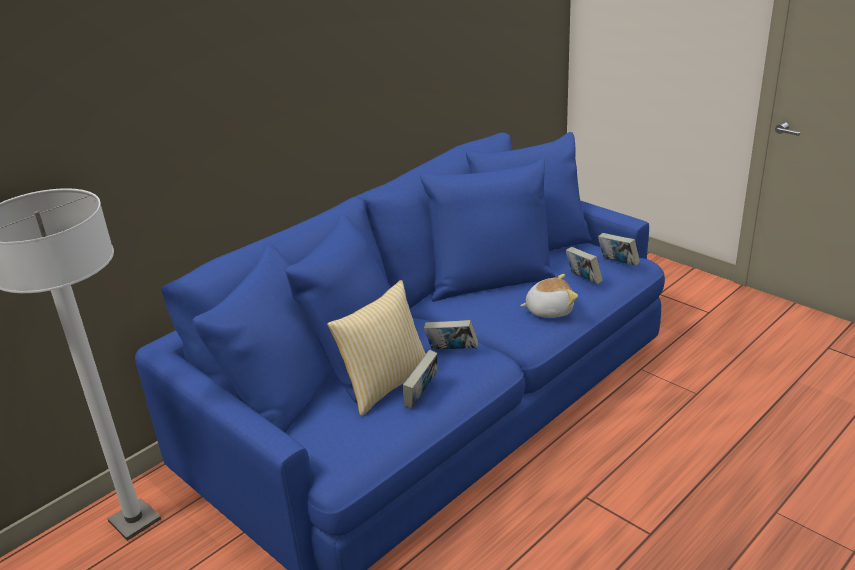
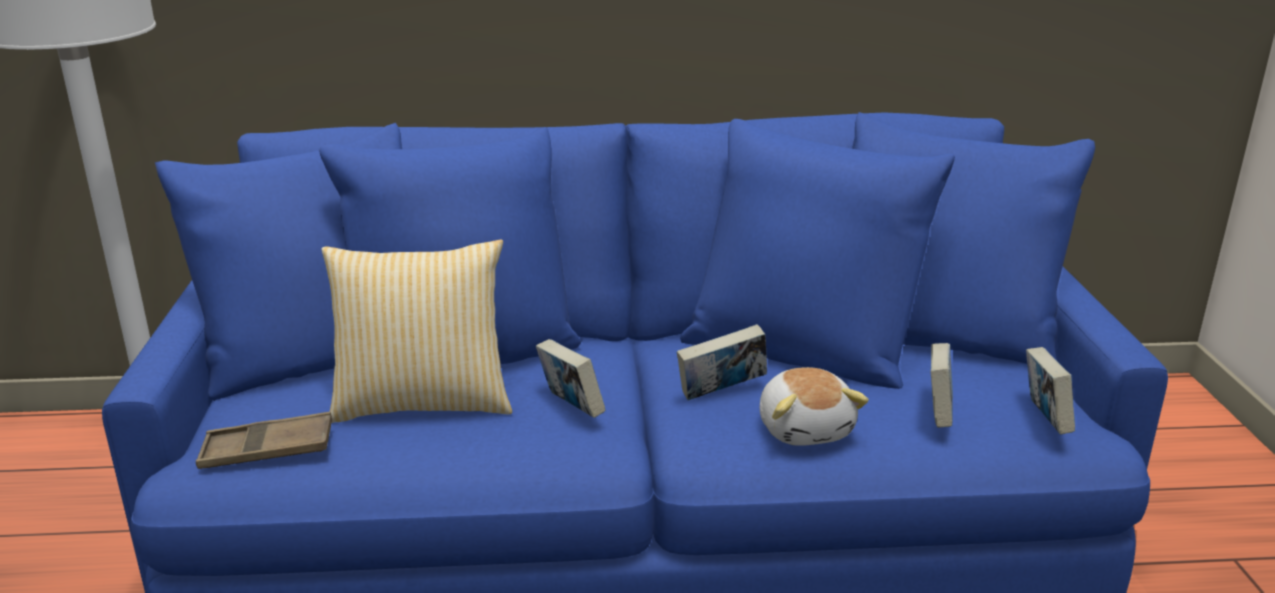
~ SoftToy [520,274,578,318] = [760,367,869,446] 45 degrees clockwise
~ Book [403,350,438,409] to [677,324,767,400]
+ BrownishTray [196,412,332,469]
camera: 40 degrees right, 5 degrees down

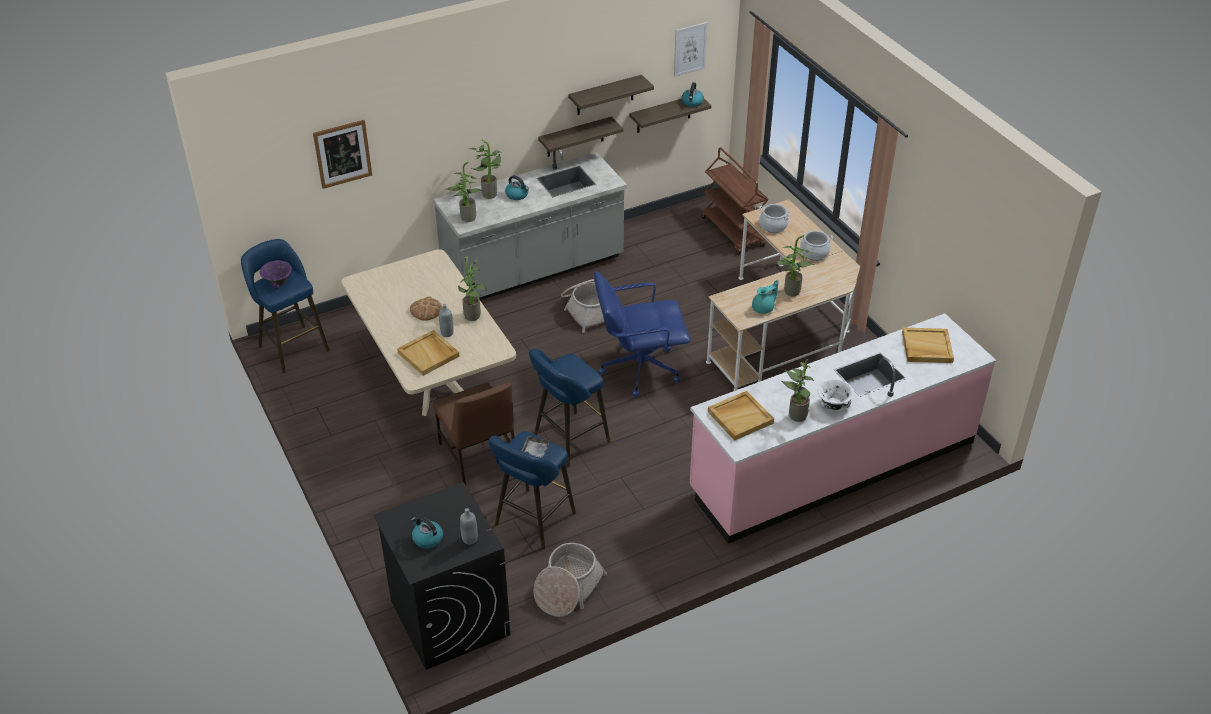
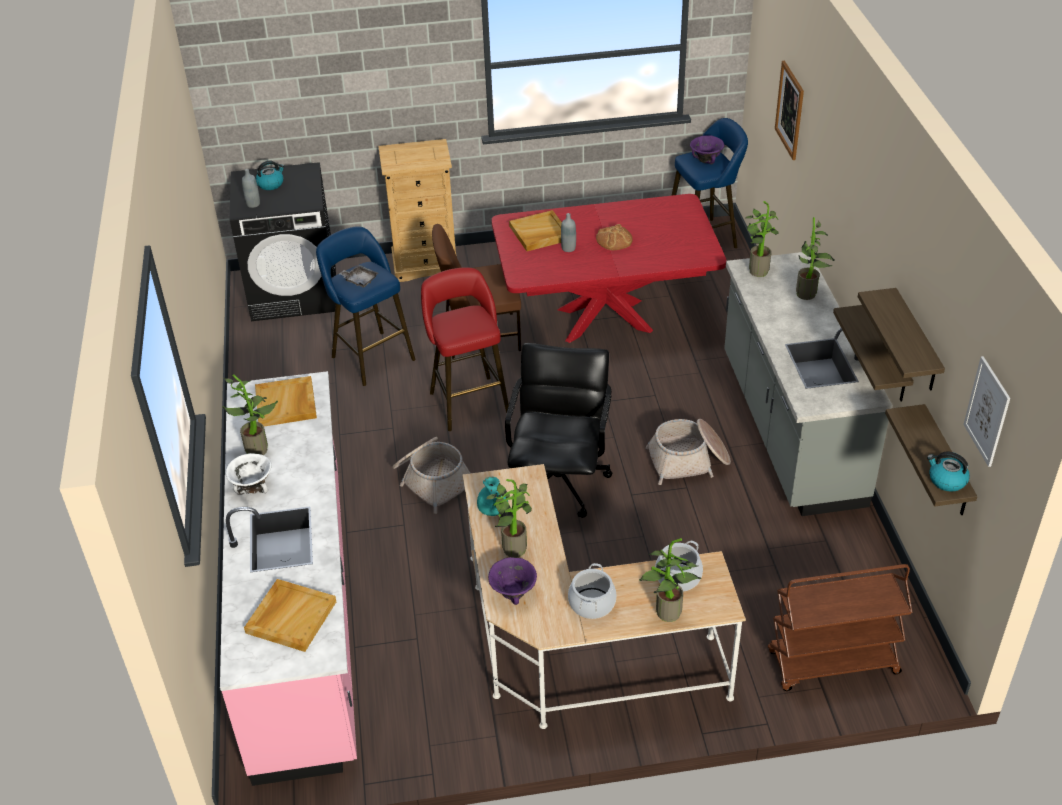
- WaterKettle [505,175,529,200]
~ BeigeColouredDinnerTable [341,249,516,416] to RedDinnerTable [492,194,727,343]
~ PlantInAPot [458,256,488,321] to [639,538,701,622]
~ BluishOfficeChair [594,271,690,397] to BlackOfficeChair [505,343,612,518]
~ BluishStoolSeat [529,348,611,467] to RedStoolSeat [421,267,509,431]
~ Basket [534,543,607,617] to [392,437,470,514]
+ BeigeColouredDresser [378,139,457,282]
+ PurpleColouredDeepDish [488,557,537,605]
camera: 110 degrees right, 0 degrees up

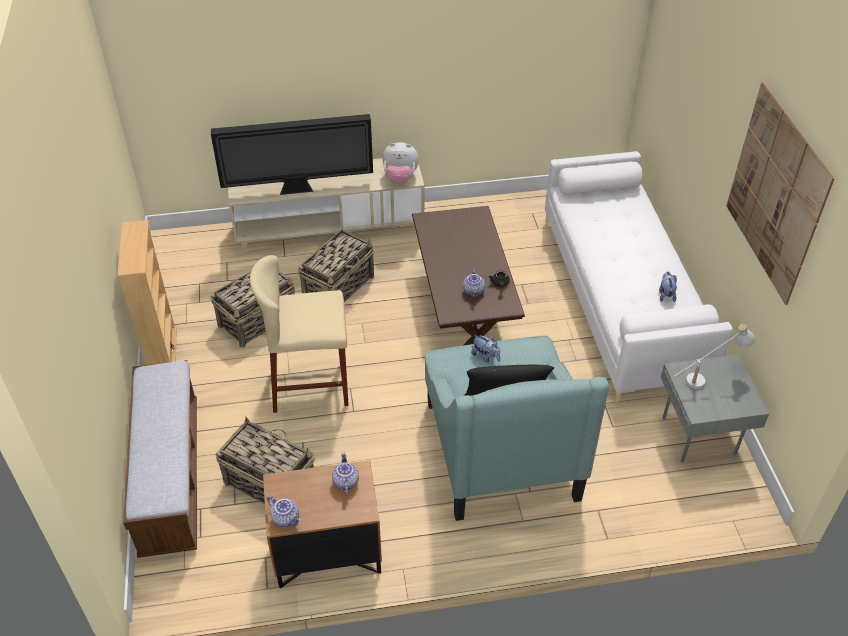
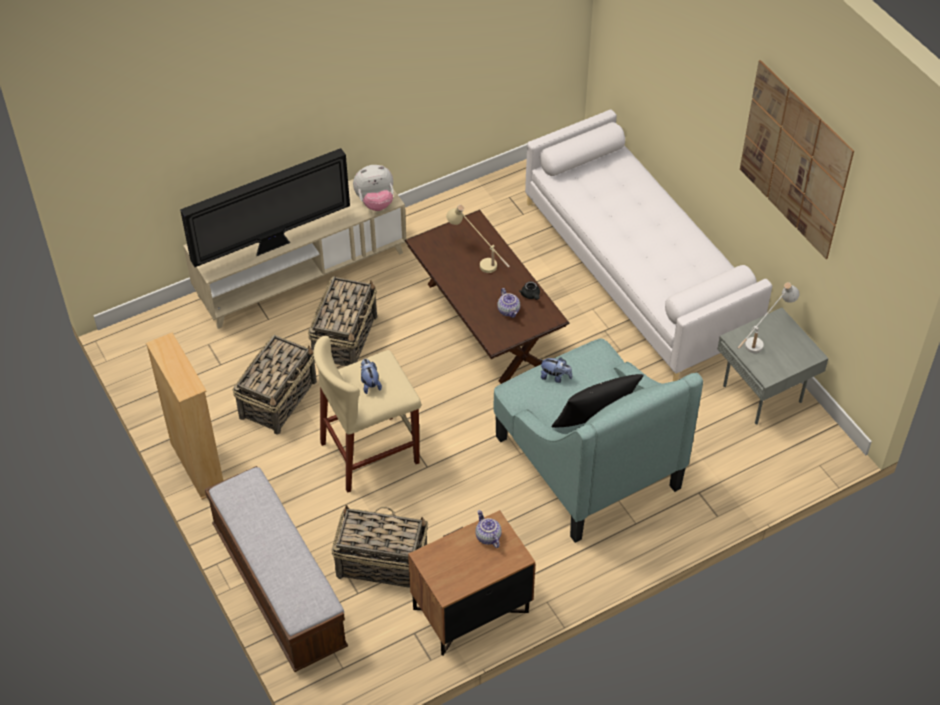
~ SoftToy [659,271,677,302] to [361,359,382,394]
- Teapot [267,496,301,527]
+ BeigeColouredTabletopLamp [446,205,510,273]
camera: 20 degrees left, 5 degrees up

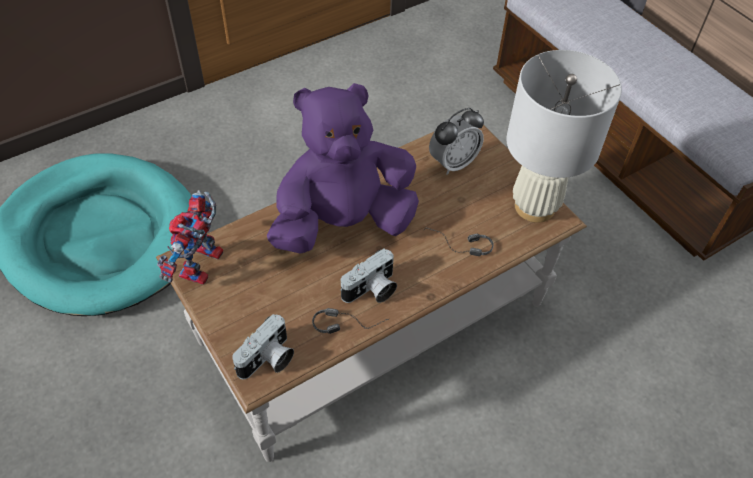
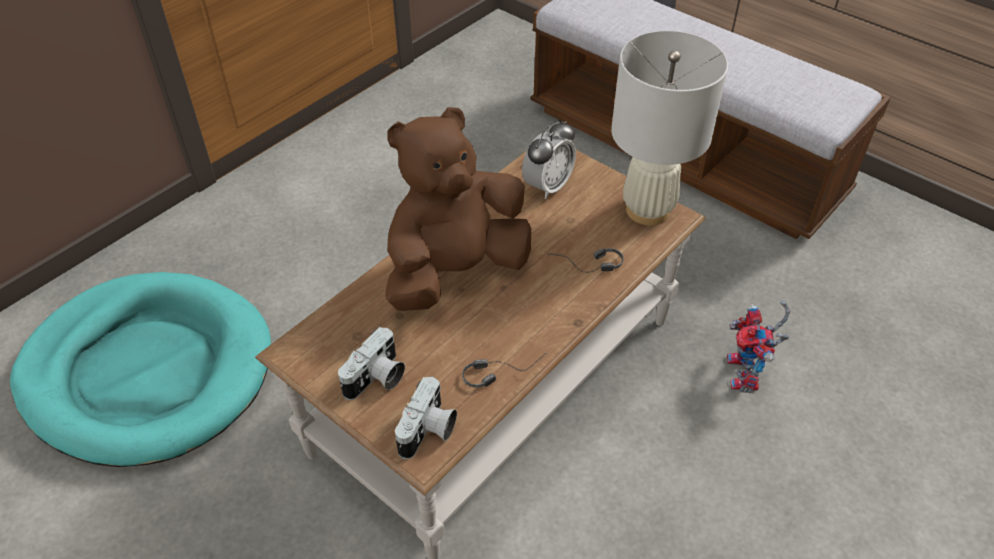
~ PurpleColouredSoftToy [267,83,419,254] to BrownishSoftToy [385,107,531,311]
~ RobotFigure [157,190,223,285] to [727,301,790,393]
~ PhotoCamera [340,248,397,303] to [338,327,405,400]
camera: 15 degrees left, 5 degrees down

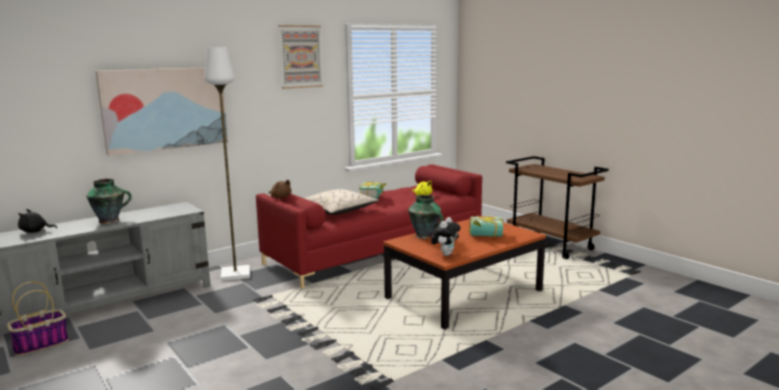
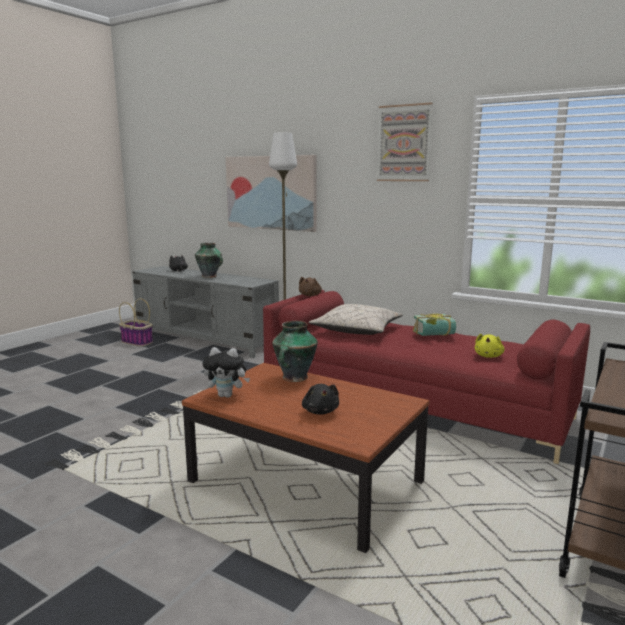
~ Book [469,216,503,237] to BlackSoftToy [302,384,339,415]
camera: 70 degrees right, 0 degrees up

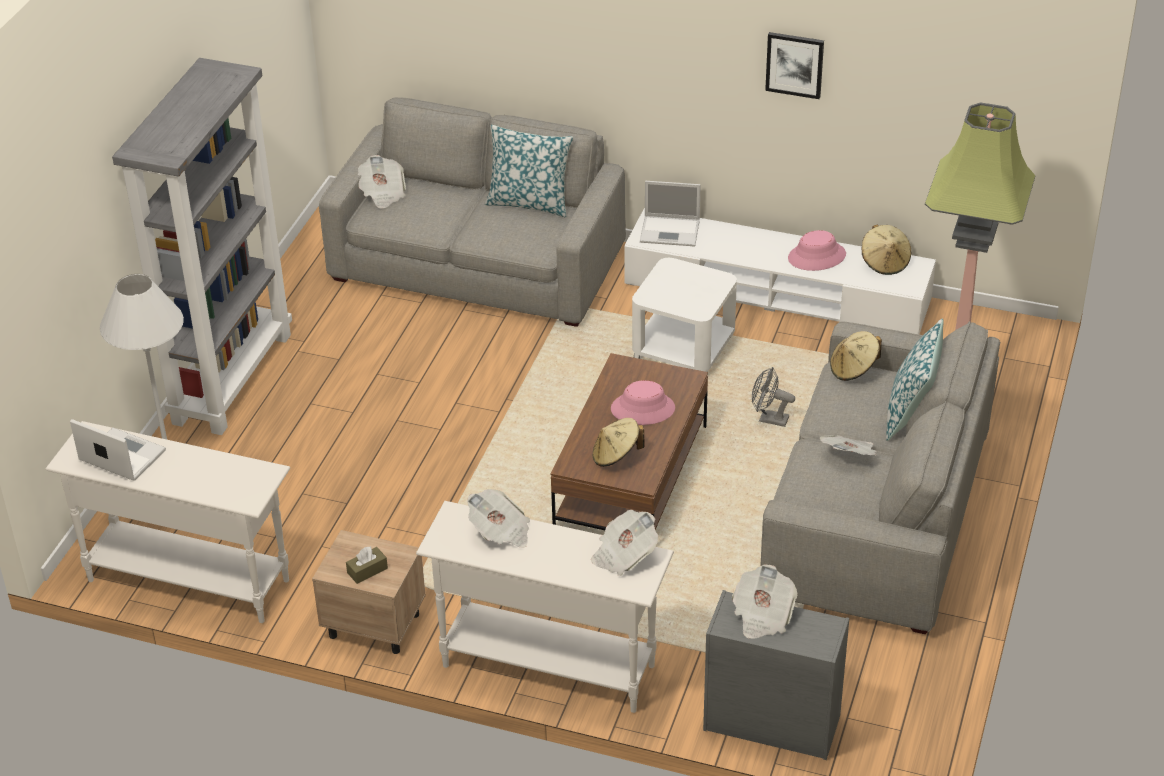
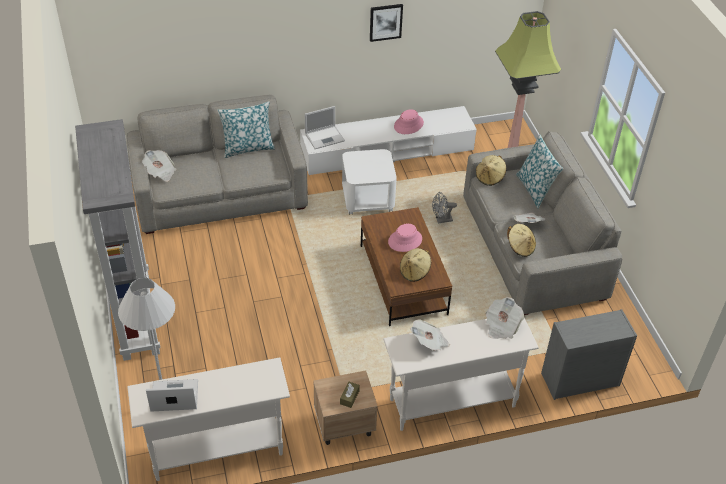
~ BeigeColouredHat [862,225,911,275] to [507,224,536,257]
- DailyPaper [732,565,798,639]
camera: 35 degrees left, 5 degrees up

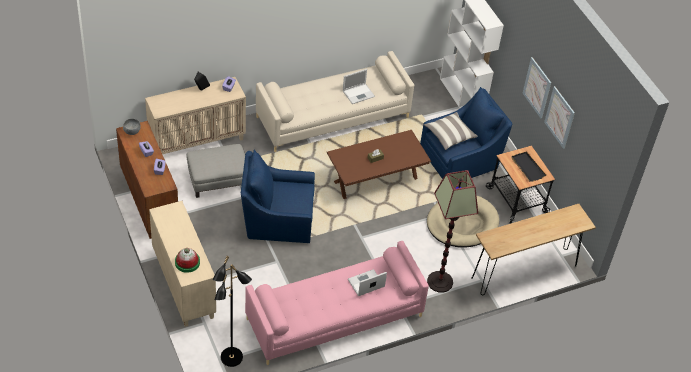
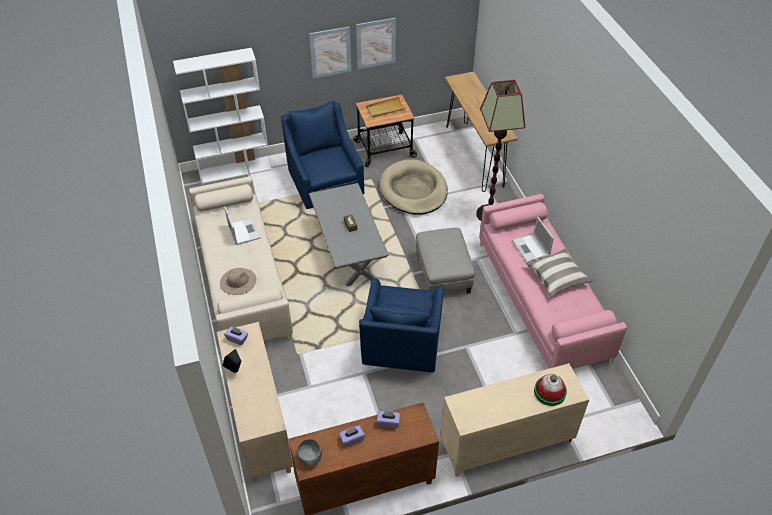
~ ThrowPillow [424,112,478,150] to [525,248,593,297]
~ BrownishCoffeeTable [326,130,431,199] to GrayCoffeeTable [309,183,389,286]
~ GrayPouffe [186,144,245,198] to [416,228,475,294]
~ BlackTray [511,151,546,182] to BeigeColouredTray [366,97,406,118]
- BlackStandingLamp [213,256,252,367]
+ BeigeColouredHat [220,268,256,295]
camera: 80 degrees left, 0 degrees up

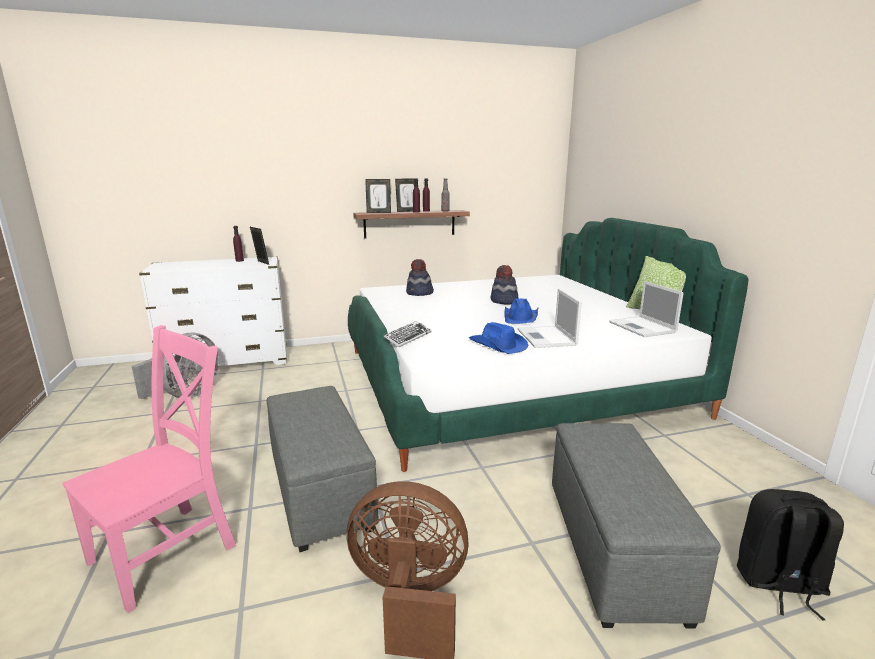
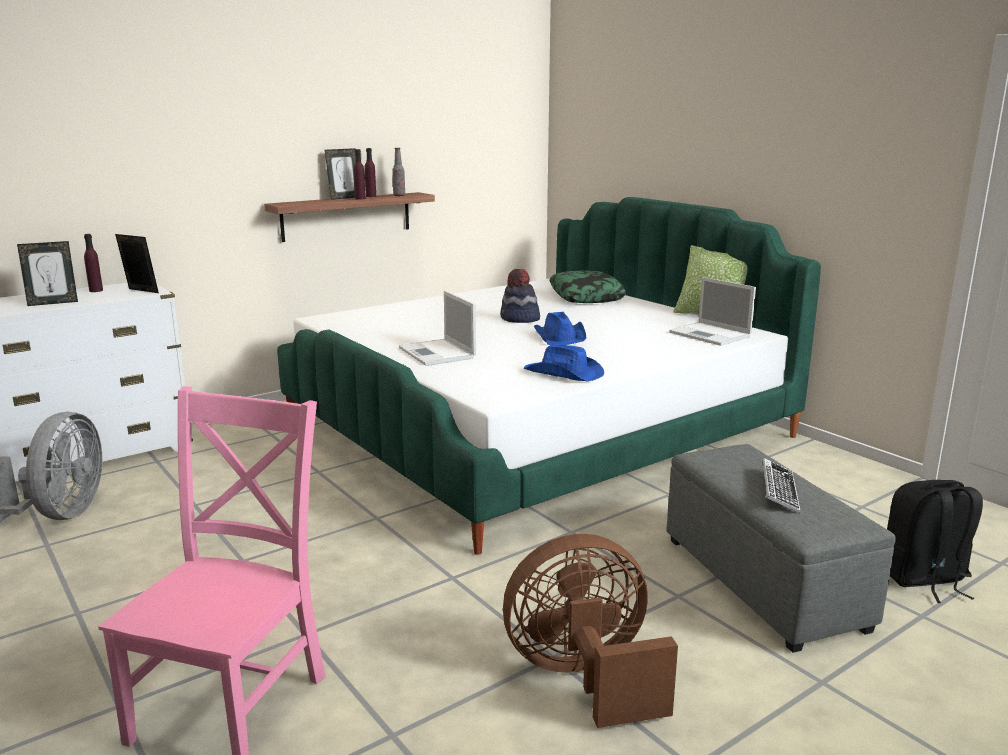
~ PhotoFrame [365,179,391,213] to [17,241,78,306]
- Hat [406,259,434,296]
~ NotebookComputer [518,289,582,348] to [399,291,476,366]
~ Keyboard [384,321,431,347] to [761,458,800,513]
- GrayPouffe [267,386,379,552]
+ ThrowPillow [549,270,626,303]
camera: 20 degrees left, 0 degrees up

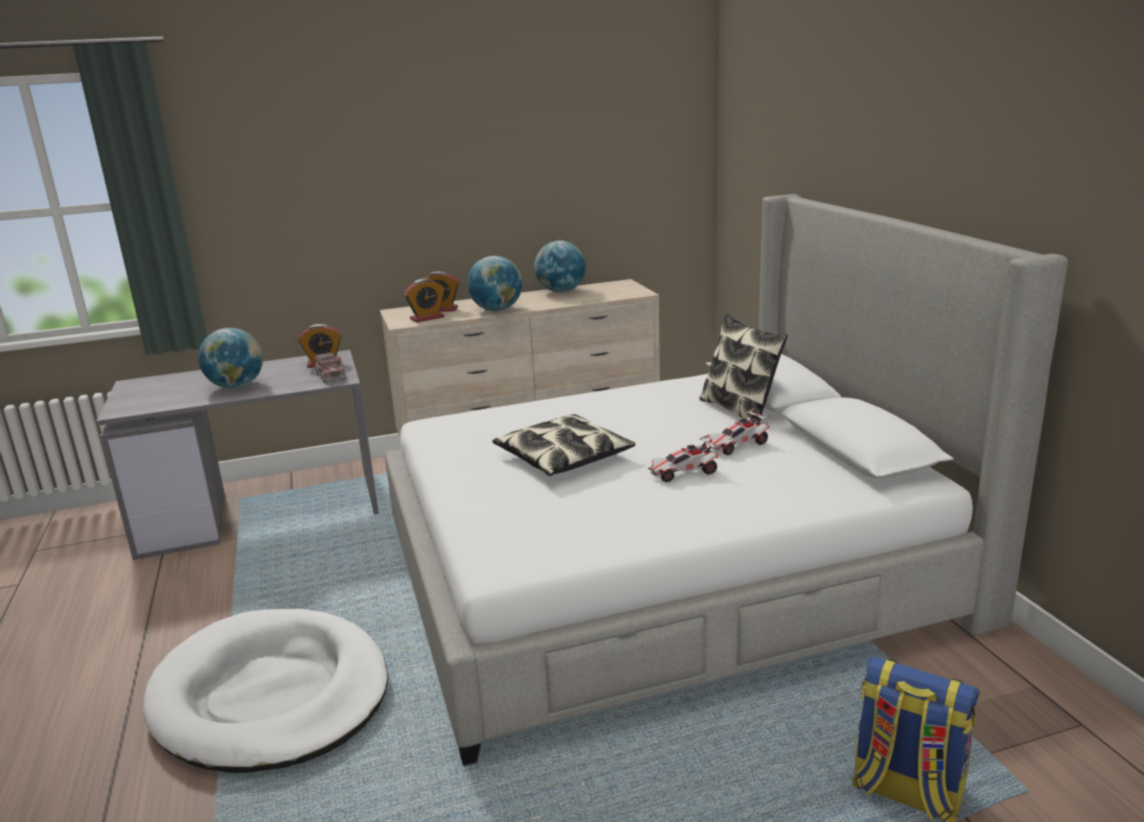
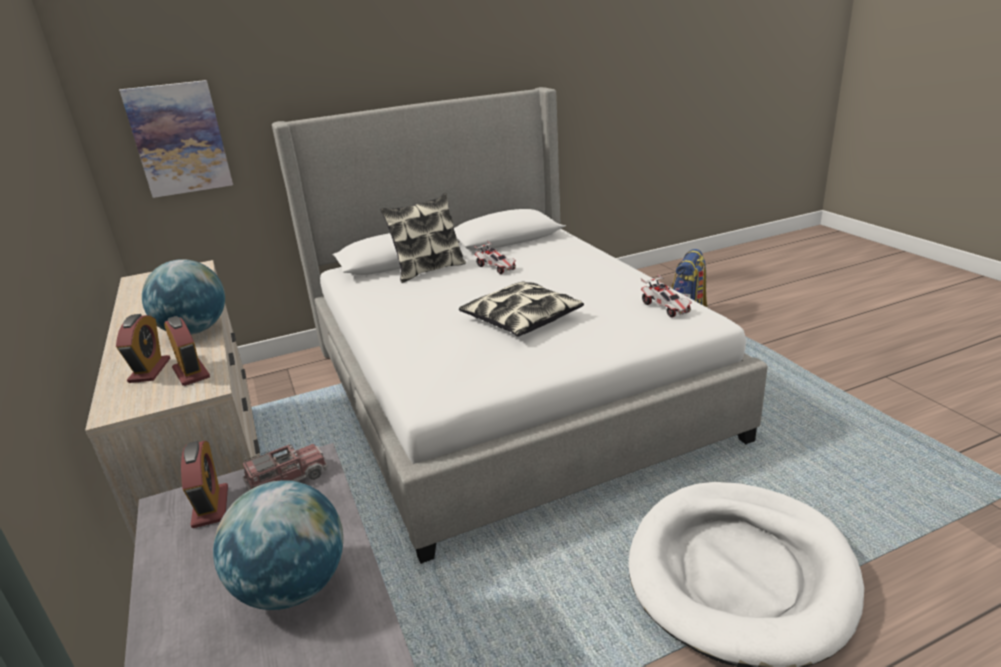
- DeskGlobe [534,240,586,293]
~ ToyCar [648,434,722,482] to [641,274,692,317]
+ WallPicture [119,80,233,198]
camera: 95 degrees left, 5 degrees up

